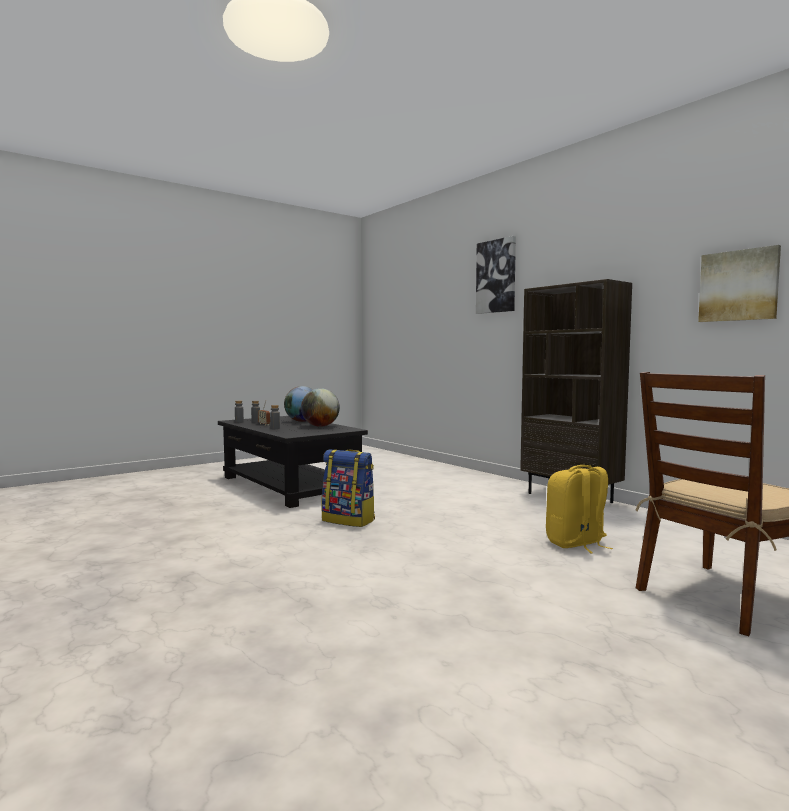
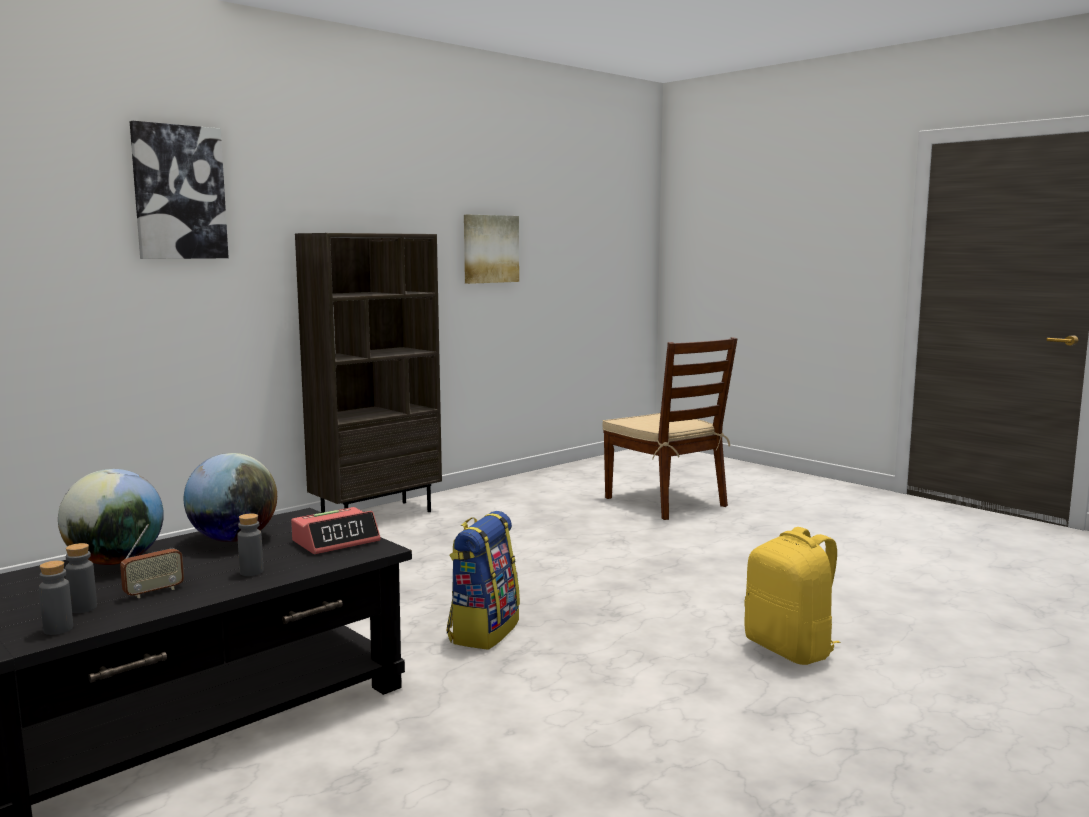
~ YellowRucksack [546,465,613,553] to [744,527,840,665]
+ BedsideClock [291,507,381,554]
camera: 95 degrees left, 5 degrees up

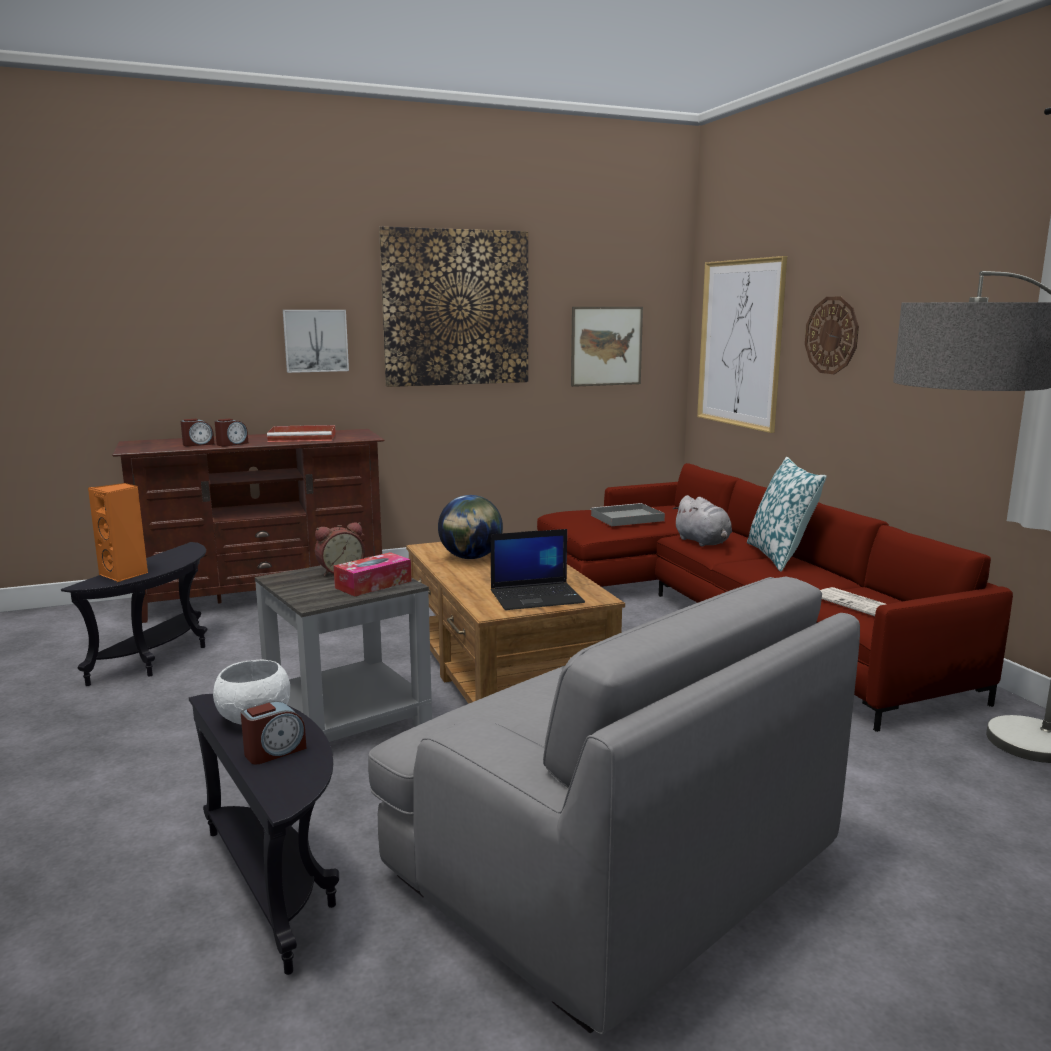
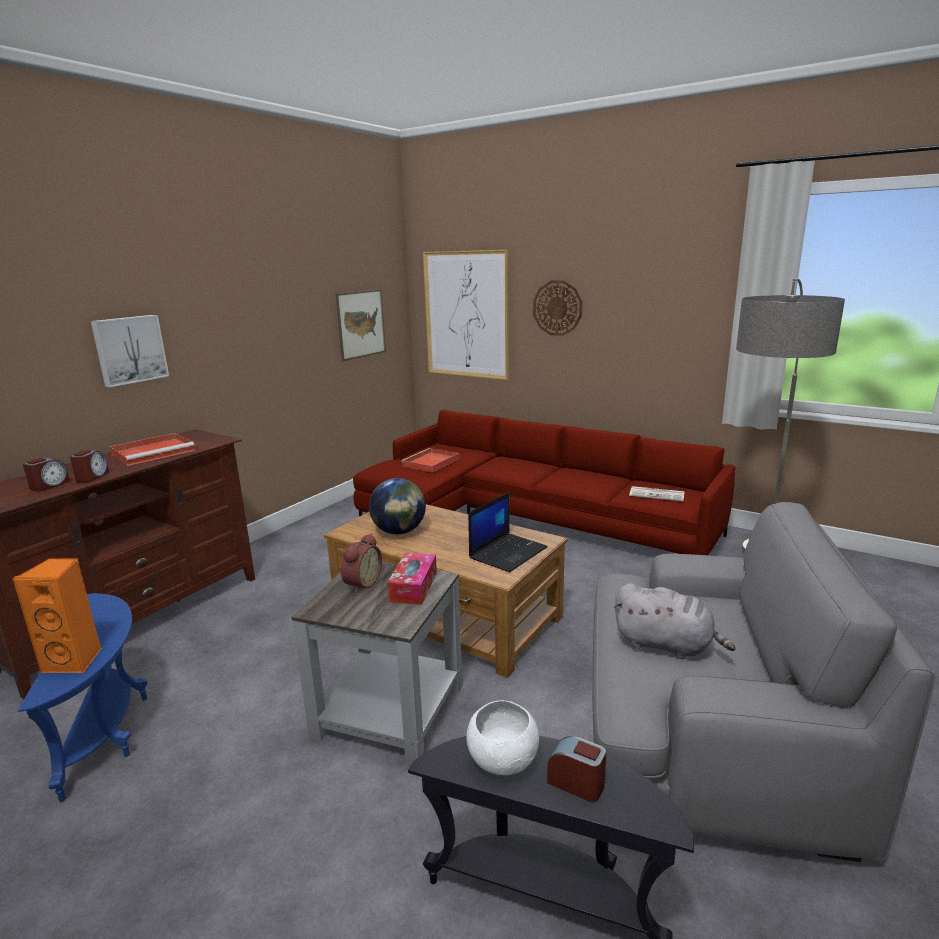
- WallPicture [379,227,528,387]
- ThrowPillow [747,457,827,572]
~ GraySoftToy [673,495,732,547] to [614,583,736,659]
~ GrayTray [591,503,665,526] to RedTray [401,448,459,473]
~ BlackEndTable [61,542,207,686] to BluishEndTable [18,593,148,802]
~ BedsideClock [241,701,306,764] = [547,736,606,802] 75 degrees counterclockwise
camera: 35 degrees left, 5 degrees up

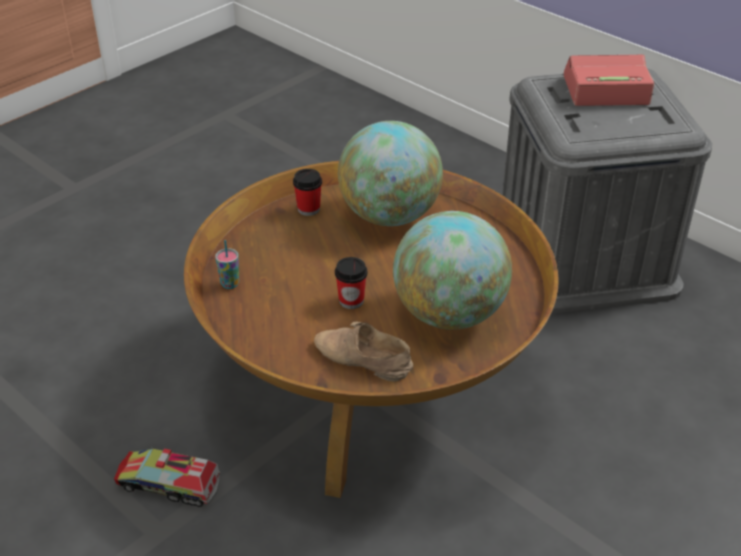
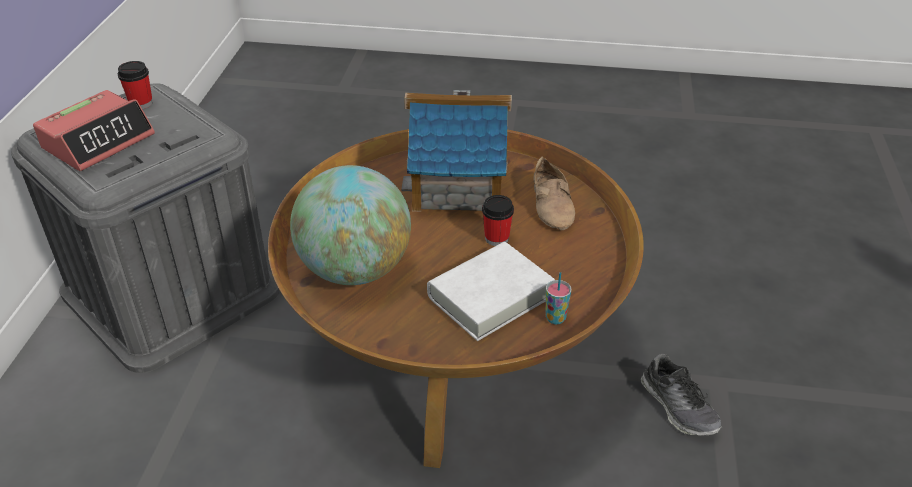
~ BedsideClock [564,55,654,106] = [33,90,155,171] 105 degrees counterclockwise
~ SmallCup [293,169,322,216] to [118,61,153,109]
~ DeskGlobe [393,211,512,330] to ModelHouse [401,90,512,212]
~ ModelTruck [114,448,220,507] to LowShoe [641,354,722,436]
+ WhiteColouredBook [427,242,555,341]
camera: 125 degrees left, 0 degrees up

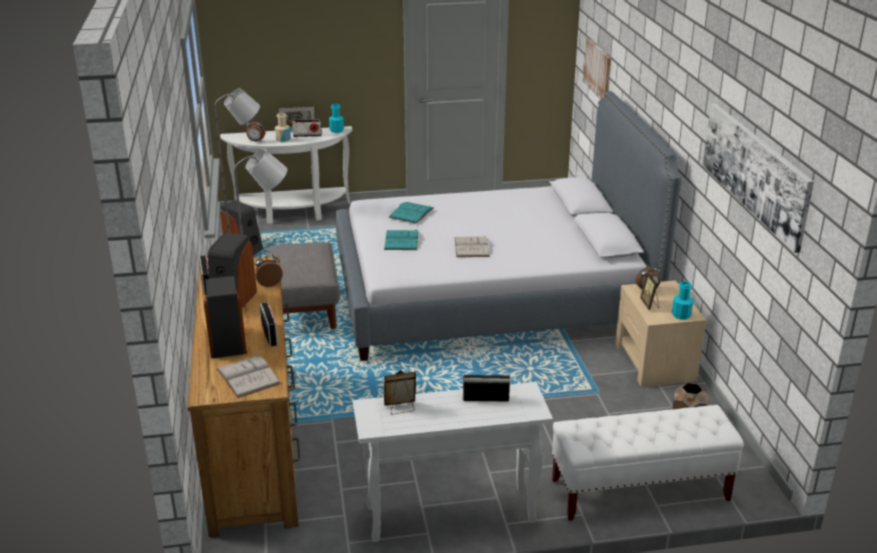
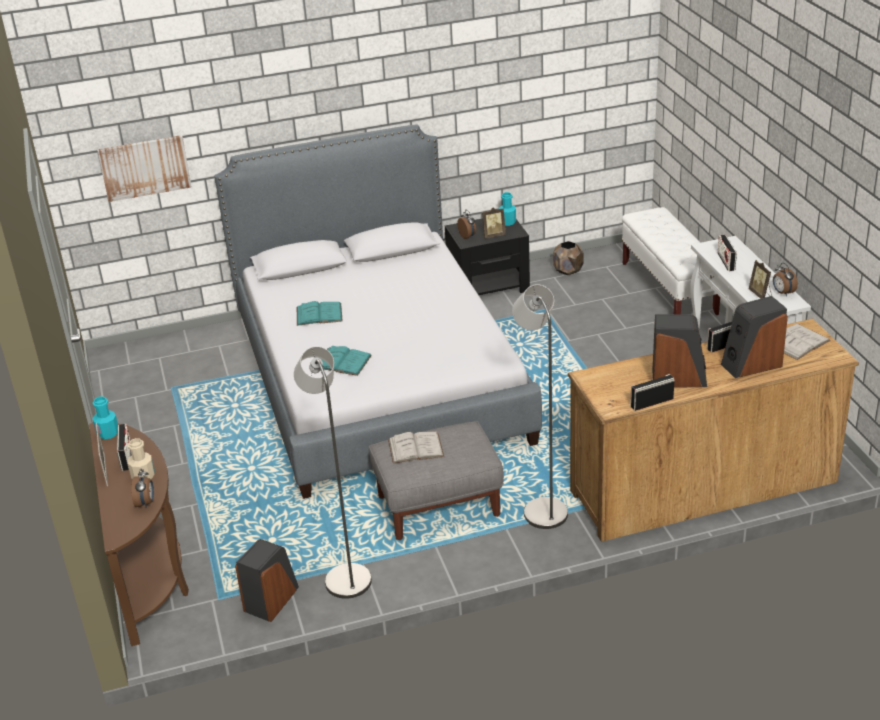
- WallPicture [703,103,814,253]
~ WhiteColouredHallTable [220,126,352,224] to BrownishHallTable [89,423,189,646]
~ TurquoiseBook [384,229,419,250] to [297,301,342,326]
~ WhiteColouredBook [455,236,490,257] to [388,432,444,464]
~ BedsideClock [255,251,283,287] to [773,263,798,296]
~ BeigeColouredBedsideTable [615,280,706,387] to BlackBedsideTable [445,218,530,295]
camera: 95 degrees left, 5 degrees up

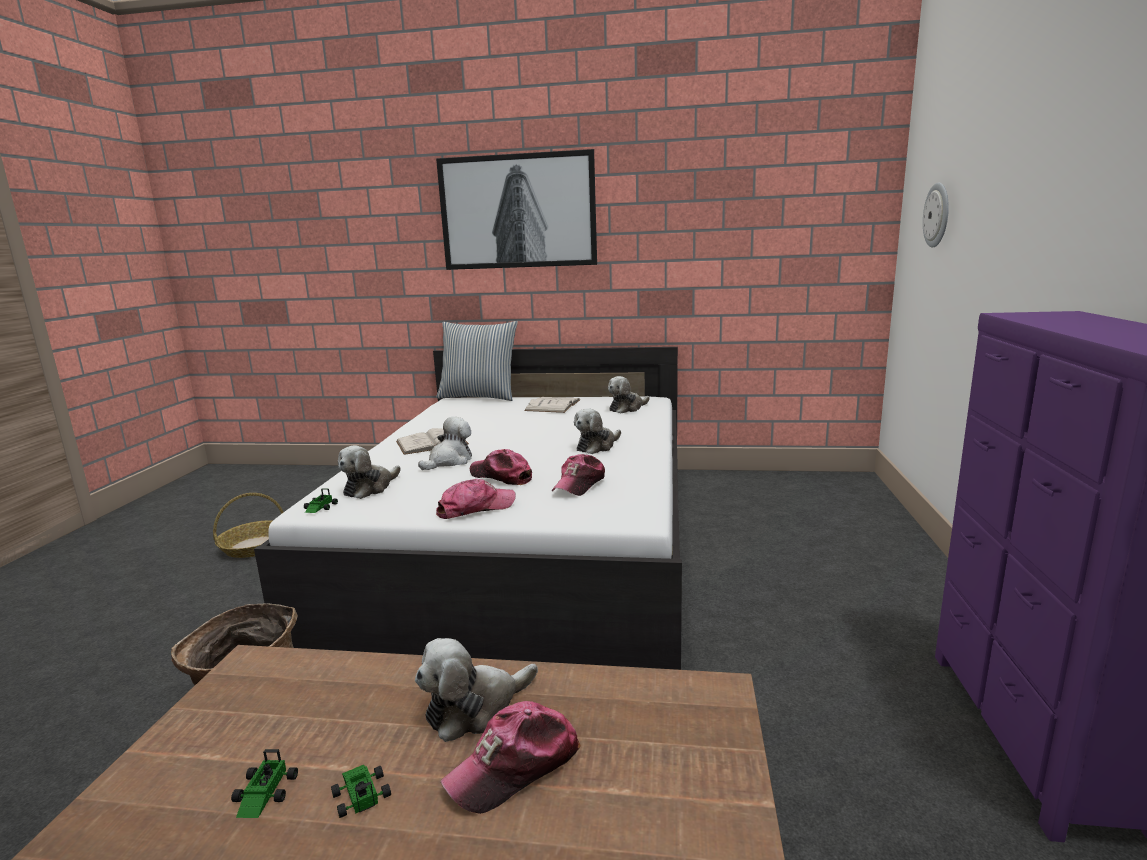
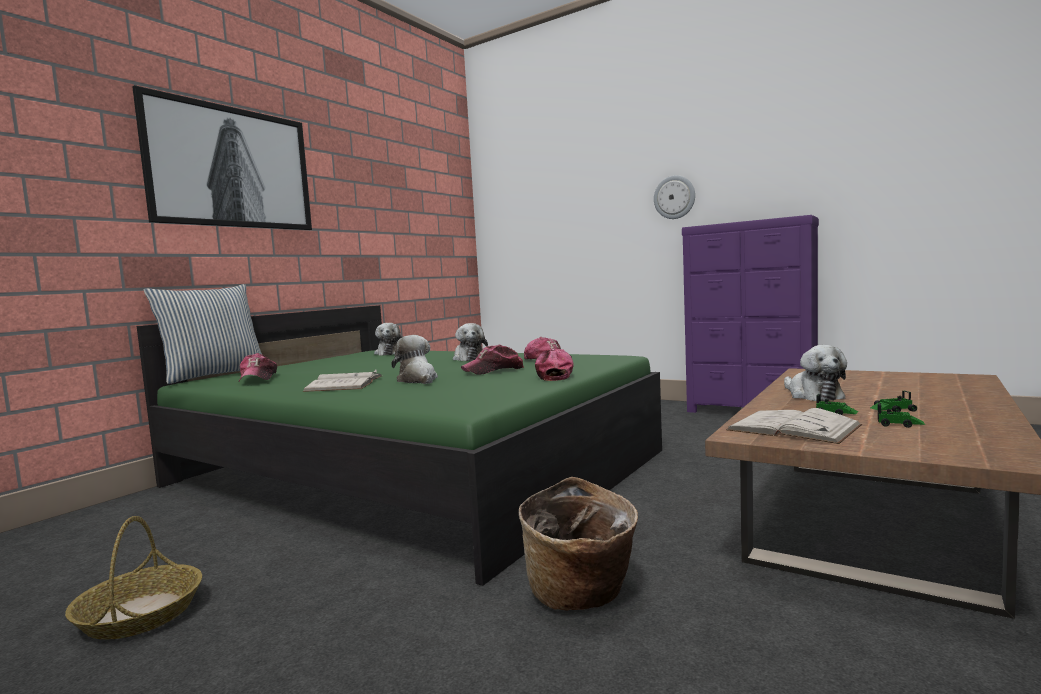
~ WallClock [923,182,949,248] to [654,175,695,219]
~ WhiteColouredBedroomBed [254,347,682,670] to GreenColouredBedroomBed [137,305,662,586]
~ WhiteColouredBook [524,397,580,413] to [726,408,862,444]
- SoftToy [338,445,401,499]
~ ToyCar [304,488,338,513] to [816,394,858,415]
~ Cap [441,701,581,814] to [239,353,277,381]
camera: 65 degrees left, 10 degrees down

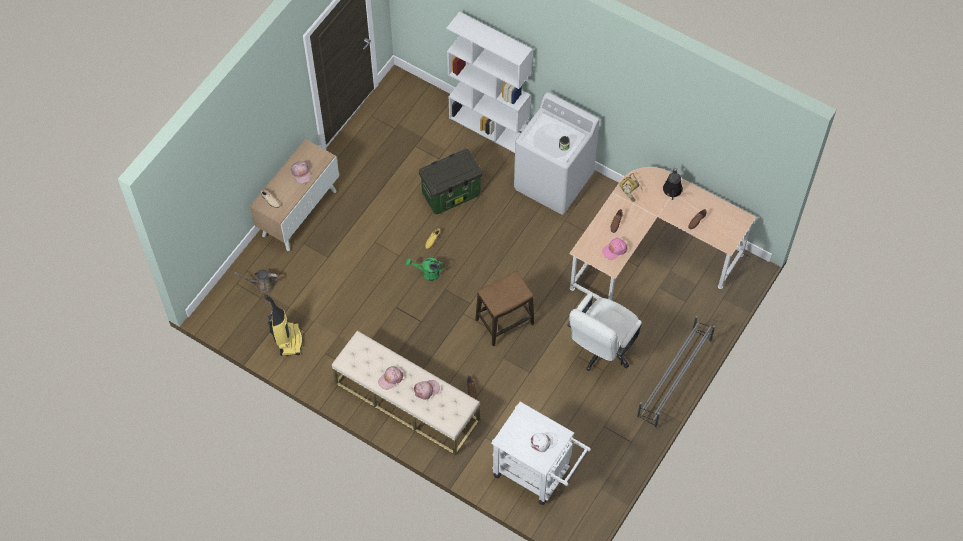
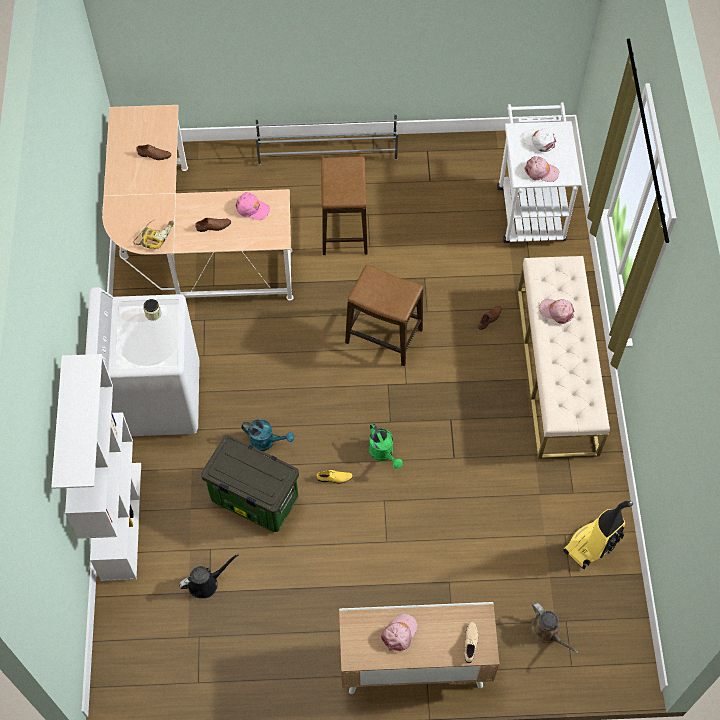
~ BlackWateringPot [663,167,683,200] to [179,554,239,599]
~ WhiteColouredOfficeChair [567,292,642,371] to StoolSeat [321,157,368,255]
~ PinkCap [378,366,403,390] to [525,156,559,182]
+ TurquoiseWateringPot [241,419,294,451]
camera: 125 degrees left, 0 degrees up

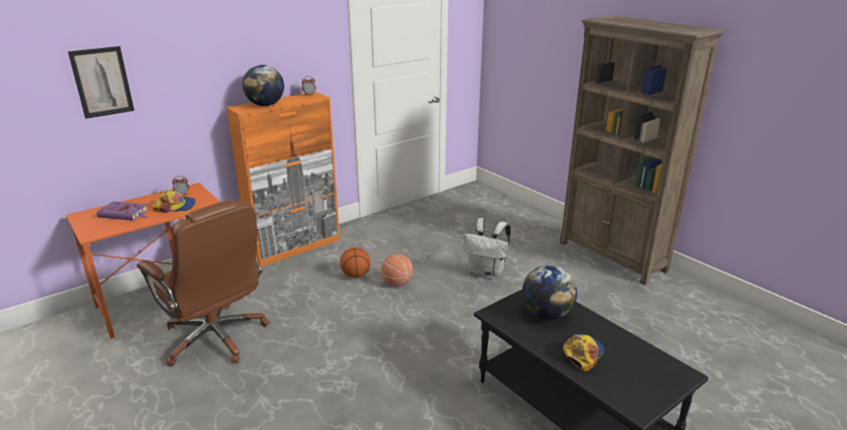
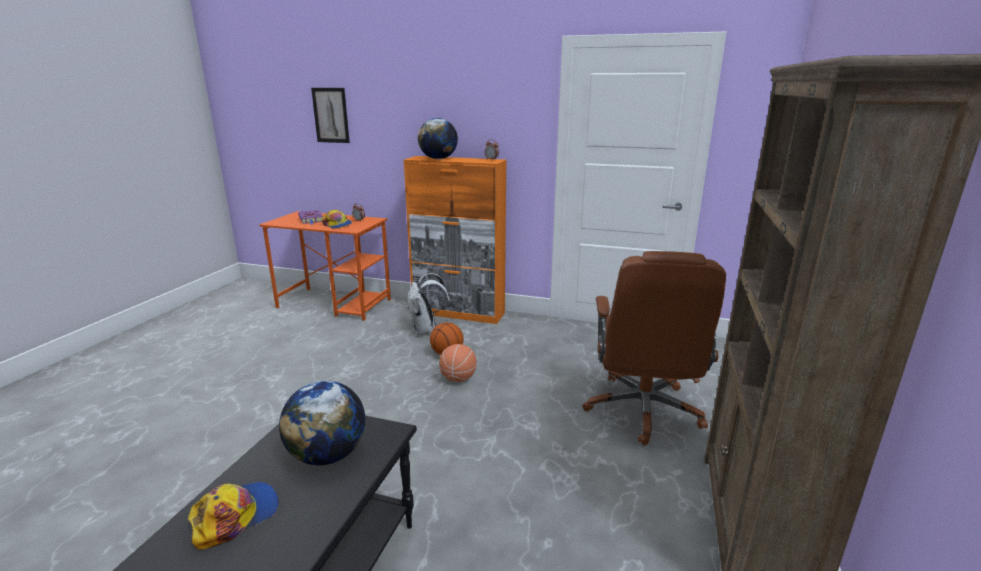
~ BrownishOfficeChair [137,200,270,366] to [582,251,726,446]
~ WhiteColouredRucksack [463,218,511,279] to [408,273,451,335]
~ Cap [563,334,605,371] = [188,482,279,550] 45 degrees counterclockwise
camera: 55 degrees right, 5 degrees down

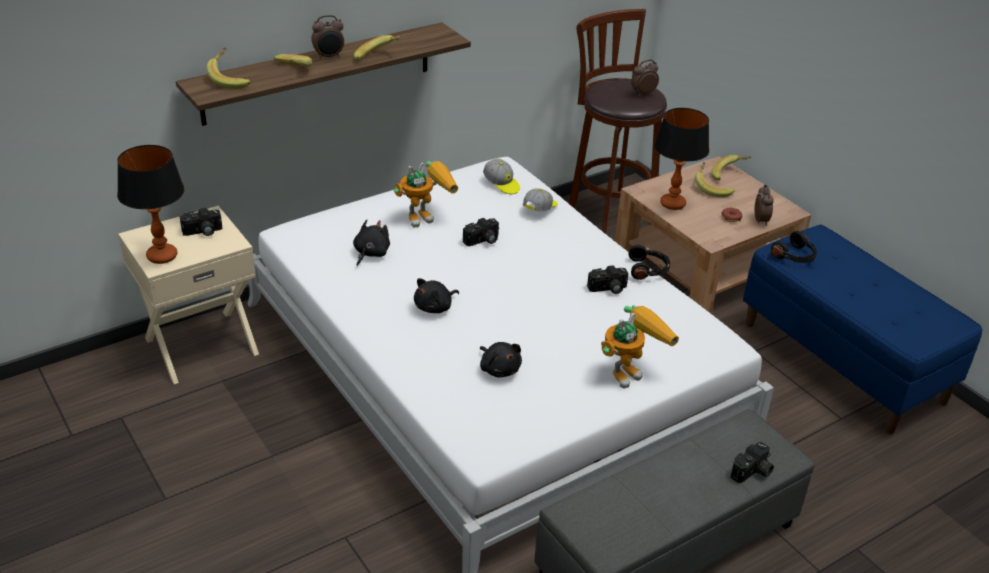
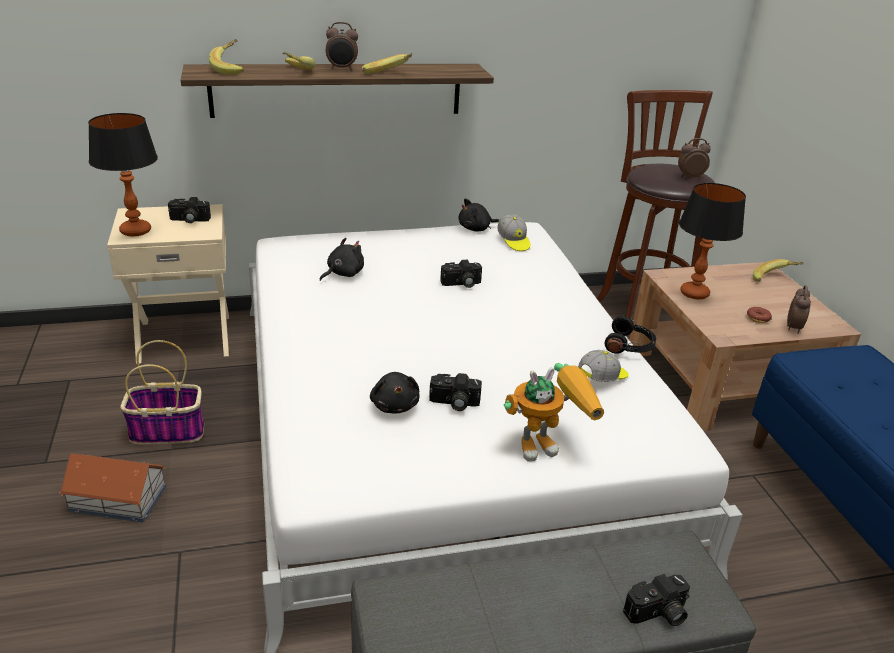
- RobotFigure [394,161,458,228]
- WholeBanana [695,162,735,197]
~ Cap [523,188,558,211] to [578,350,629,382]
- BlackHeadset [771,231,817,263]
~ PhotoCamera [587,265,628,294] to [429,373,482,411]
~ BlackSoftToy [414,278,459,313] to [458,199,499,232]
+ Basket [120,340,204,444]
+ ModelHouse [59,453,166,523]
camera: 20 degrees right, 5 degrees down

